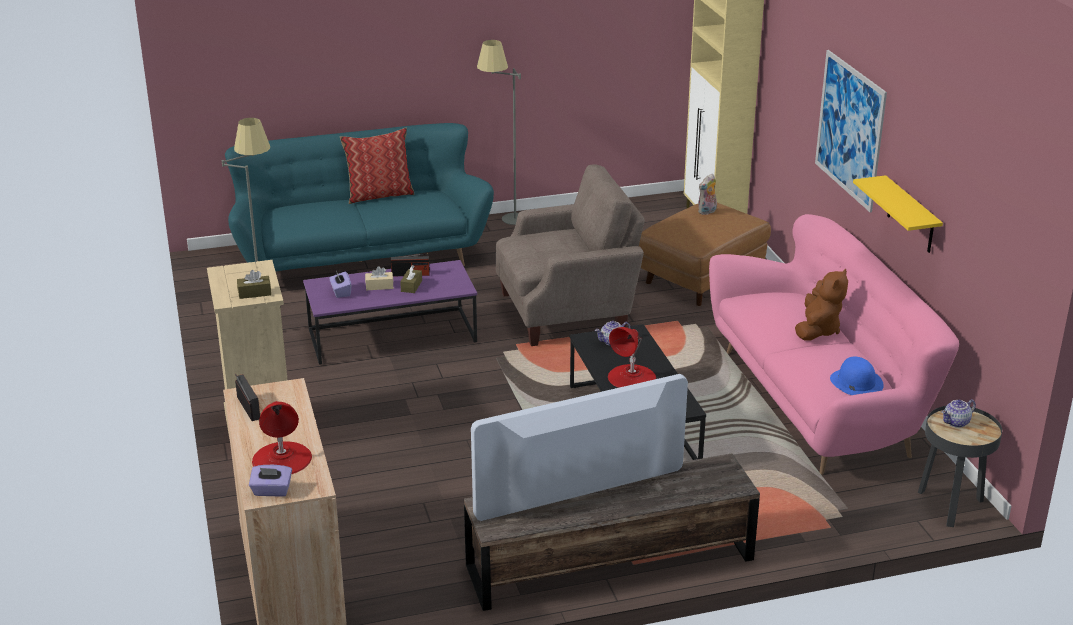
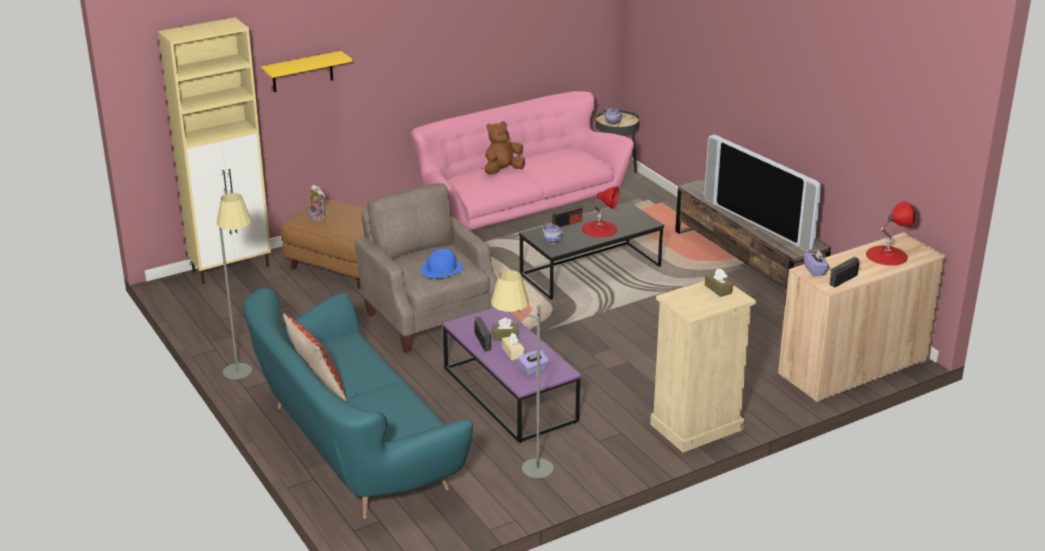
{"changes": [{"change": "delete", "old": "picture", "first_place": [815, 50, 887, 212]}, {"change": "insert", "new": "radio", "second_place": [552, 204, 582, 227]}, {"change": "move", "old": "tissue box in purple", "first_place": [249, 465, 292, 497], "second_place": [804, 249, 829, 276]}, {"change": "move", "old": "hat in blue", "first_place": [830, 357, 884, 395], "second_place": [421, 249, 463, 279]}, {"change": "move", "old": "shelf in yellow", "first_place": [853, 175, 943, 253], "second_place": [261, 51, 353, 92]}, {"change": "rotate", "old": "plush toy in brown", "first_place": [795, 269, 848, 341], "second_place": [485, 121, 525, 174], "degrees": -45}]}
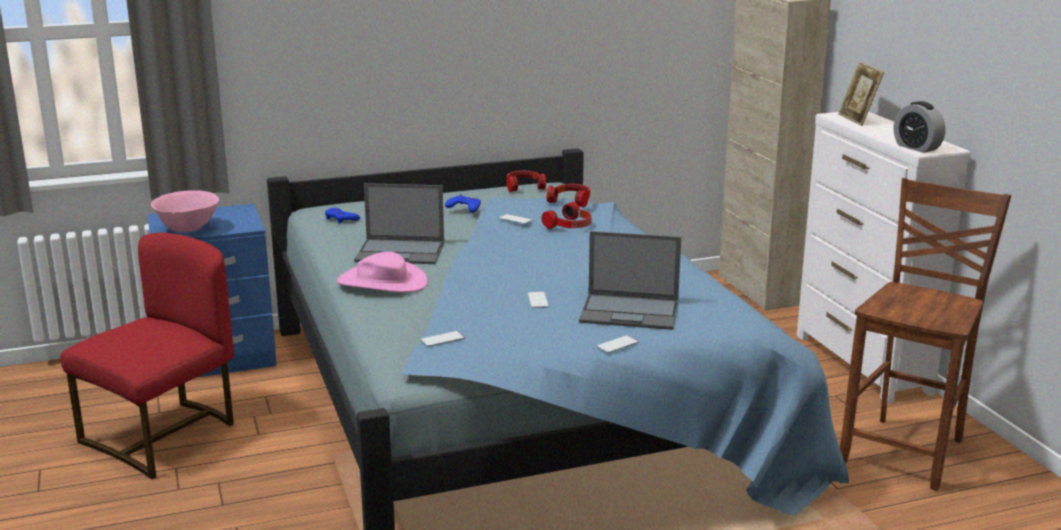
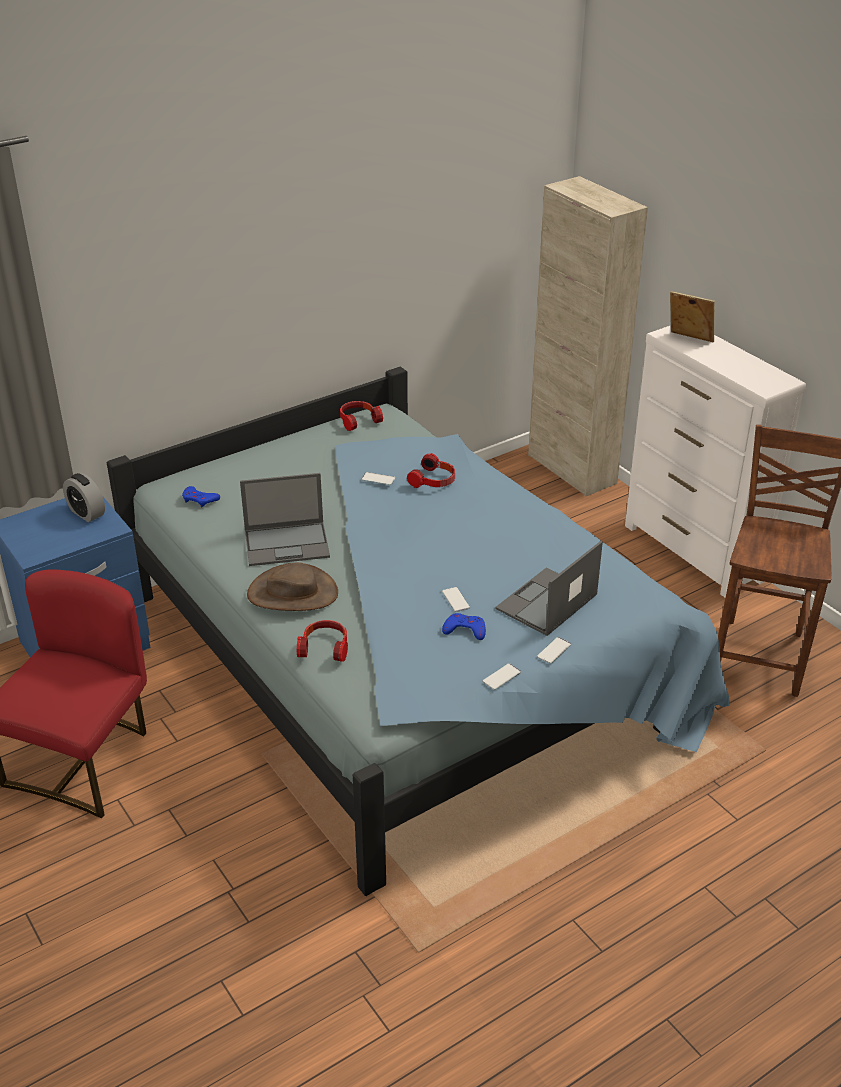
{"changes": [{"change": "delete", "old": "bowl in pink", "first_place": [151, 190, 219, 232]}, {"change": "move", "old": "phone", "first_place": [420, 331, 465, 347], "second_place": [482, 663, 521, 690]}, {"change": "move", "old": "game controller in blue", "first_place": [445, 195, 481, 212], "second_place": [442, 613, 486, 640]}, {"change": "move", "old": "headphones", "first_place": [547, 184, 590, 208], "second_place": [297, 620, 348, 662]}, {"change": "move", "old": "alarm clock", "first_place": [894, 101, 945, 153], "second_place": [63, 473, 105, 522]}, {"change": "recolor", "old": "hat in pink", "new": "hat in brown", "first_place": [337, 252, 428, 292], "second_place": [247, 562, 338, 611]}, {"change": "rotate", "old": "laptop", "first_place": [579, 231, 681, 330], "second_place": [495, 541, 603, 636], "degrees": 135}, {"change": "rotate", "old": "picture frame", "first_place": [838, 62, 884, 126], "second_place": [670, 291, 715, 343], "degrees": 150}]}
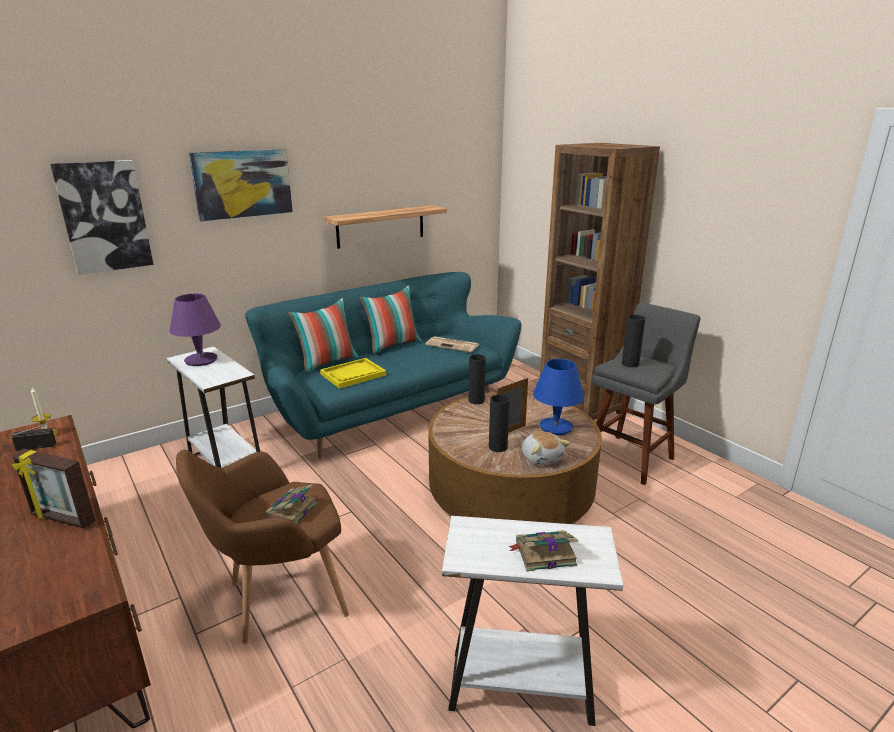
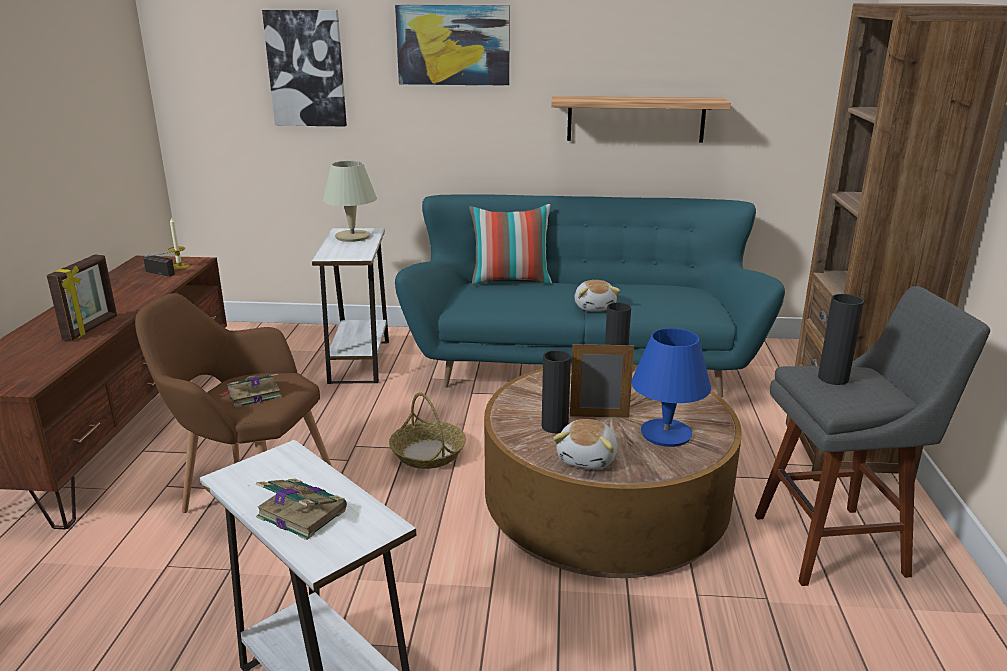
{"changes": [{"change": "delete", "old": "tray in yellow", "first_place": [320, 358, 386, 389]}, {"change": "delete", "old": "pillow", "first_place": [359, 286, 421, 354]}, {"change": "delete", "old": "newspaper", "first_place": [425, 336, 479, 352]}, {"change": "insert", "new": "basket", "second_place": [389, 393, 466, 469]}, {"change": "insert", "new": "plush toy", "second_place": [574, 280, 620, 311]}, {"change": "recolor", "old": "table lamp in purple", "new": "table lamp in beige", "first_place": [170, 294, 221, 366], "second_place": [323, 161, 377, 242]}, {"change": "rotate", "old": "picture frame", "first_place": [12, 449, 96, 529], "second_place": [47, 255, 117, 340], "degrees": -135}]}
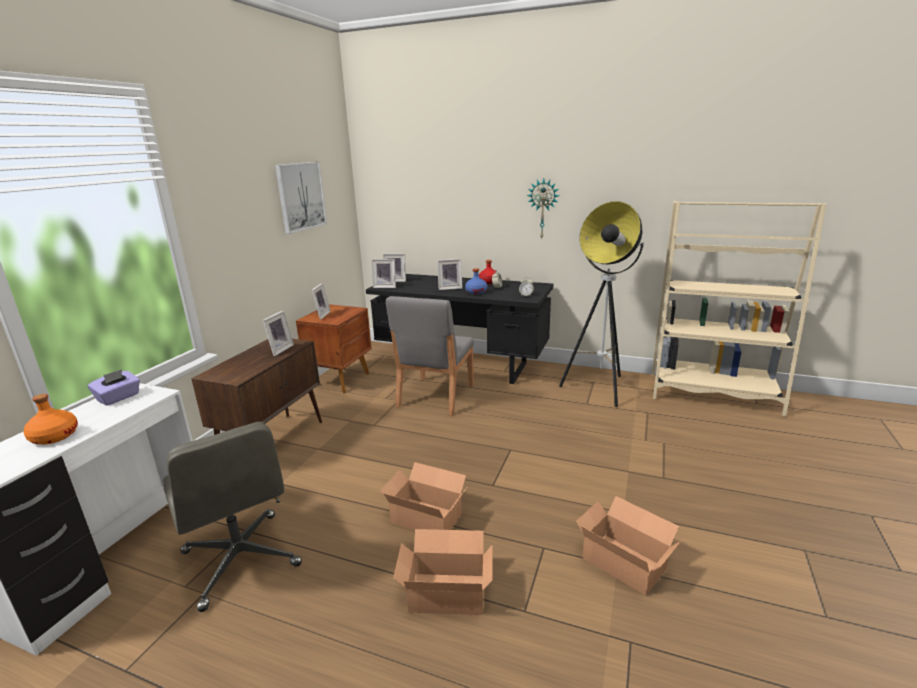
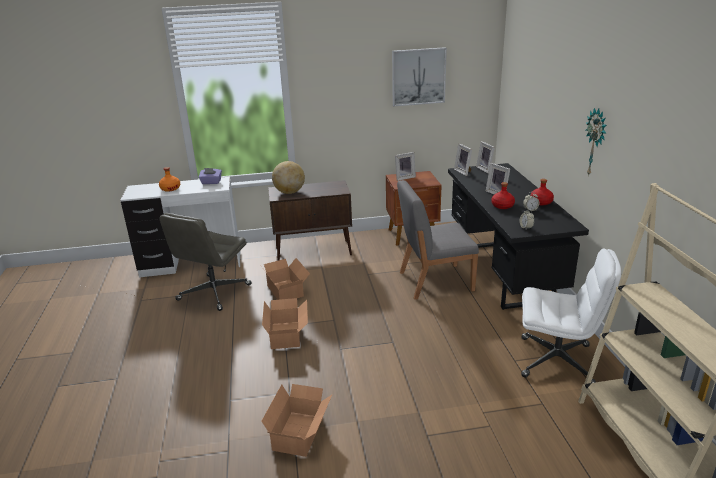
{"changes": [{"change": "delete", "old": "picture frame", "first_place": [262, 311, 294, 356]}, {"change": "insert", "new": "globe", "second_place": [272, 161, 305, 194]}, {"change": "move", "old": "cardboard box", "first_place": [393, 529, 493, 615], "second_place": [261, 258, 310, 300]}, {"change": "replace", "old": "floor lamp", "new": "office chair in white", "first_place": [559, 201, 644, 407], "second_place": [521, 248, 621, 383]}, {"change": "recolor", "old": "bottle in blue", "new": "bottle in red", "first_place": [465, 268, 487, 294], "second_place": [491, 182, 515, 209]}]}
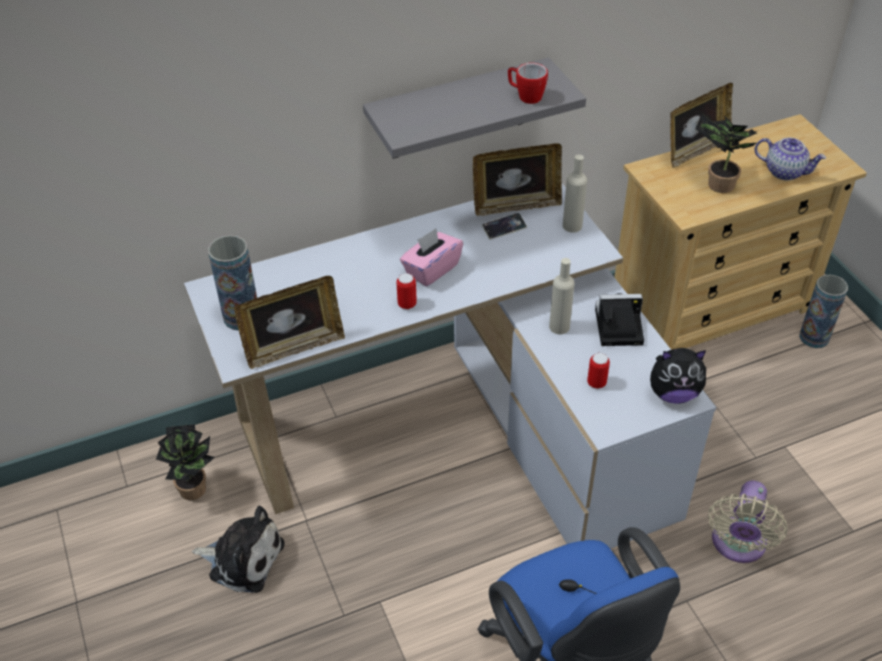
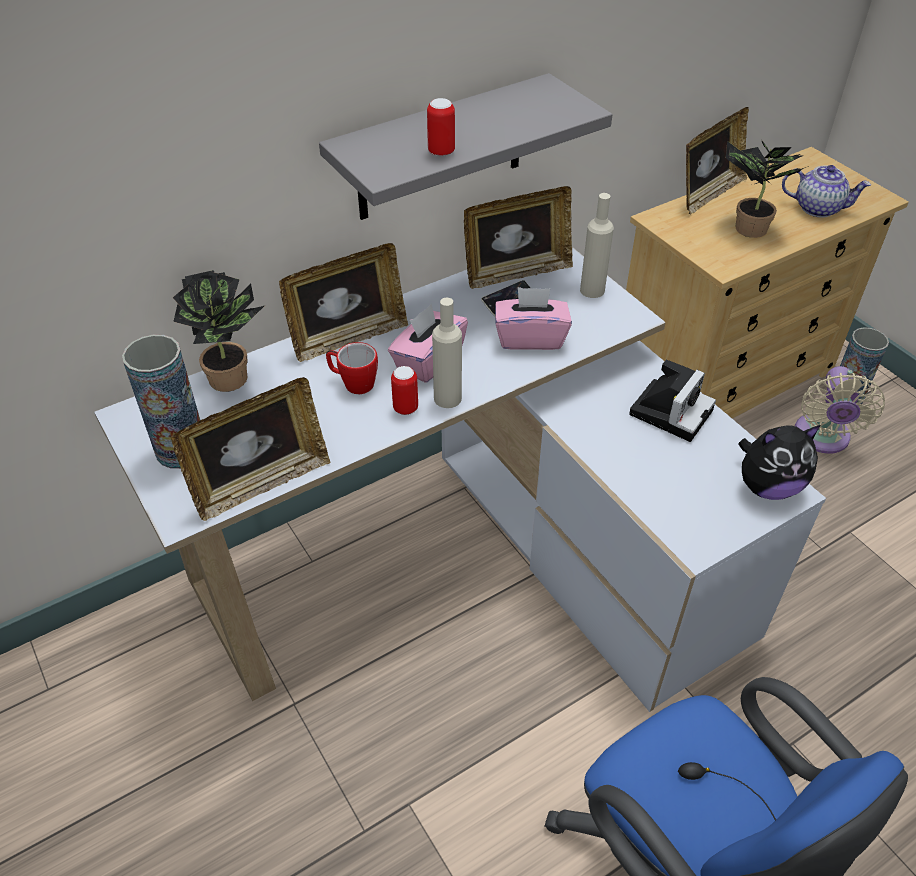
{"changes": [{"change": "delete", "old": "plush toy", "first_place": [192, 506, 285, 593]}, {"change": "insert", "new": "picture frame", "second_place": [279, 243, 408, 362]}, {"change": "insert", "new": "tissue box in pink", "second_place": [495, 287, 572, 350]}, {"change": "move", "old": "potted plant", "first_place": [156, 424, 215, 500], "second_place": [173, 270, 264, 392]}, {"change": "move", "old": "mug", "first_place": [508, 63, 548, 104], "second_place": [326, 342, 378, 394]}, {"change": "move", "old": "bottle in beige", "first_place": [549, 258, 575, 334], "second_place": [432, 298, 462, 408]}, {"change": "move", "old": "can", "first_place": [587, 353, 610, 389], "second_place": [427, 98, 455, 157]}, {"change": "move", "old": "fan in beige", "first_place": [708, 481, 787, 563], "second_place": [795, 366, 885, 454]}, {"change": "rotate", "old": "photo camera", "first_place": [595, 293, 644, 346], "second_place": [629, 359, 716, 442], "degrees": 135}]}
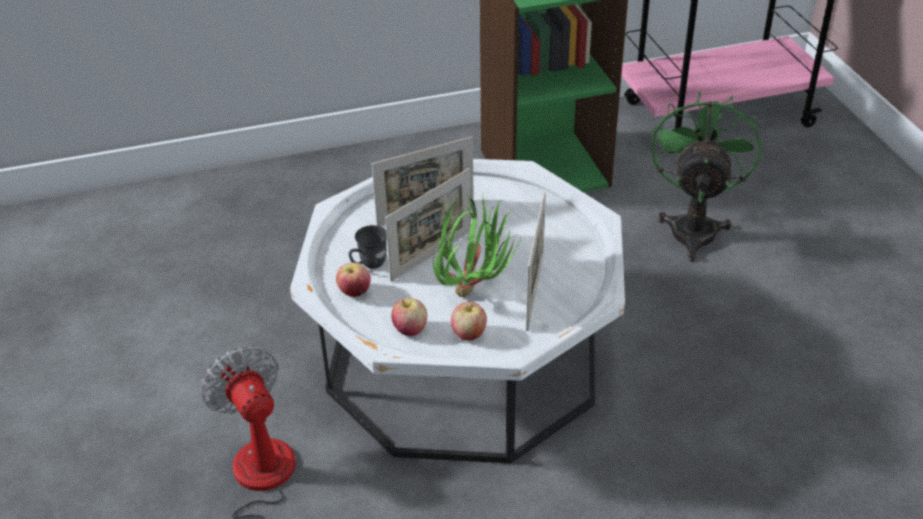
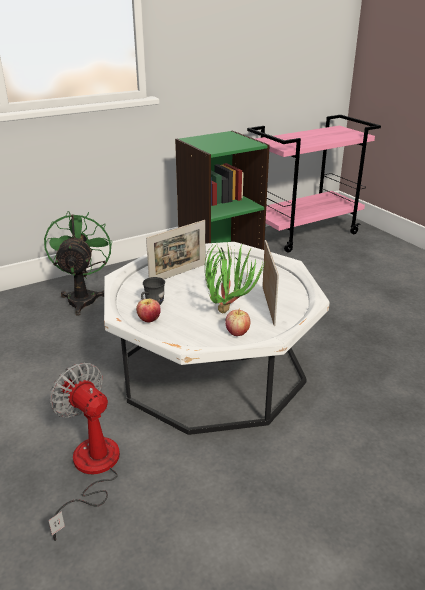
{"changes": [{"change": "delete", "old": "picture frame", "first_place": [385, 168, 471, 282]}, {"change": "delete", "old": "apple", "first_place": [391, 298, 427, 336]}, {"change": "move", "old": "fan in green", "first_place": [651, 91, 761, 262], "second_place": [44, 211, 112, 316]}]}
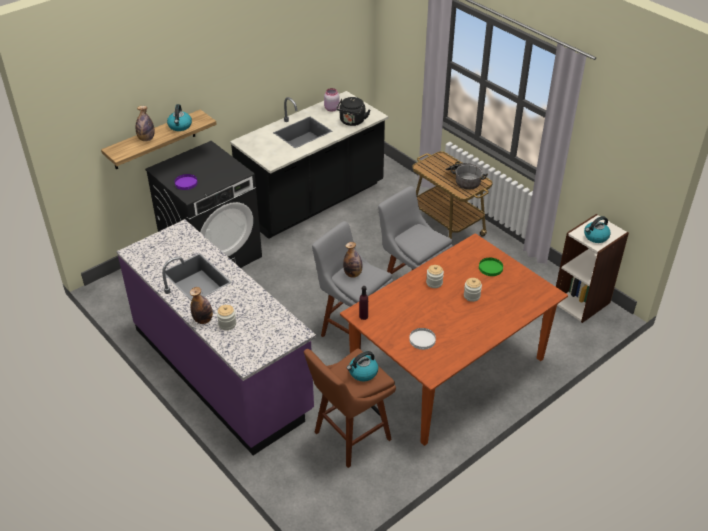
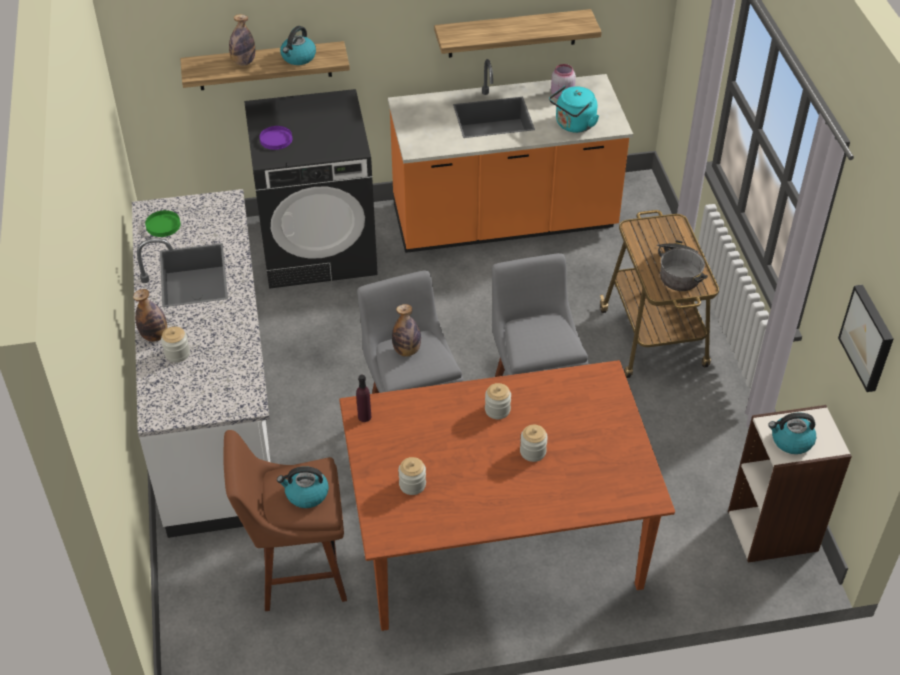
{"changes": [{"change": "insert", "new": "shelf", "second_place": [434, 9, 602, 58]}, {"change": "insert", "new": "picture", "second_place": [838, 285, 894, 392]}, {"change": "move", "old": "plate in green", "first_place": [479, 258, 503, 276], "second_place": [145, 210, 181, 237]}, {"change": "replace", "old": "plate in white", "new": "jar", "first_place": [409, 328, 436, 350], "second_place": [398, 457, 426, 495]}, {"change": "recolor", "old": "counter in purple", "new": "counter in white", "first_place": [117, 219, 316, 455], "second_place": [132, 189, 270, 538]}, {"change": "recolor", "old": "counter in black", "new": "counter in orange", "first_place": [230, 91, 388, 239], "second_place": [388, 59, 633, 253]}, {"change": "recolor", "old": "kettle in black", "new": "kettle in turquoise", "first_place": [337, 97, 370, 126], "second_place": [549, 86, 599, 133]}]}
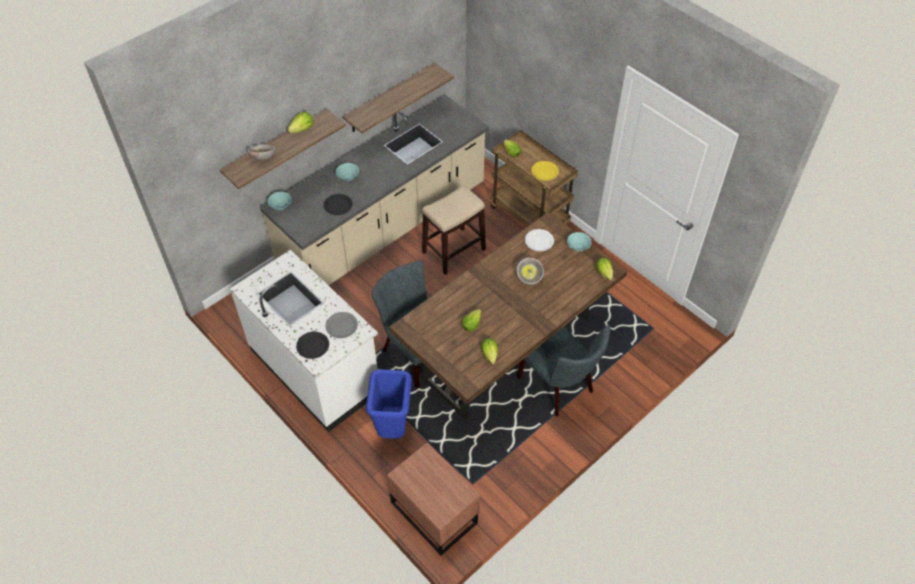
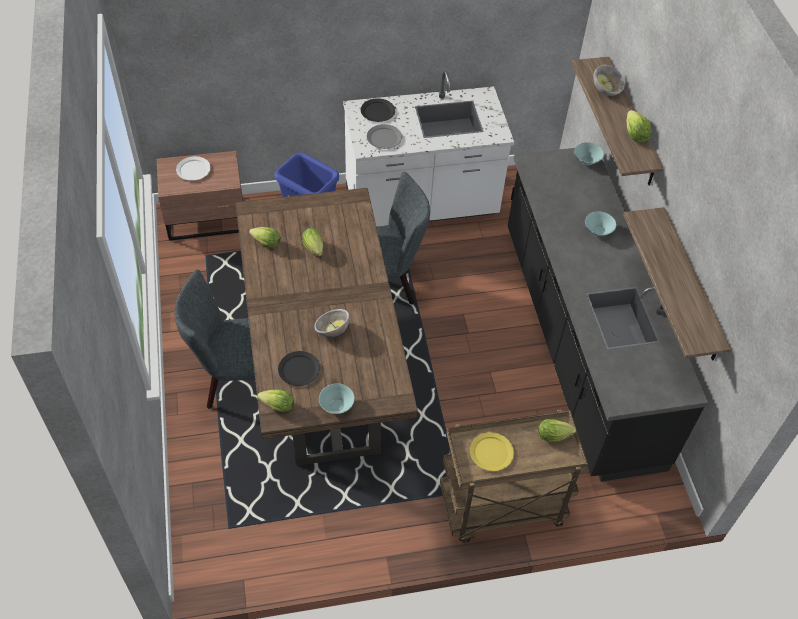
{"changes": [{"change": "delete", "old": "stool", "first_place": [422, 185, 486, 275]}, {"change": "move", "old": "plate in black", "first_place": [324, 194, 353, 215], "second_place": [278, 351, 320, 386]}, {"change": "move", "old": "plate in white", "first_place": [525, 229, 554, 251], "second_place": [176, 156, 211, 181]}, {"change": "recolor", "old": "counter in beige", "new": "counter in black", "first_place": [260, 95, 489, 285], "second_place": [508, 148, 708, 482]}]}
